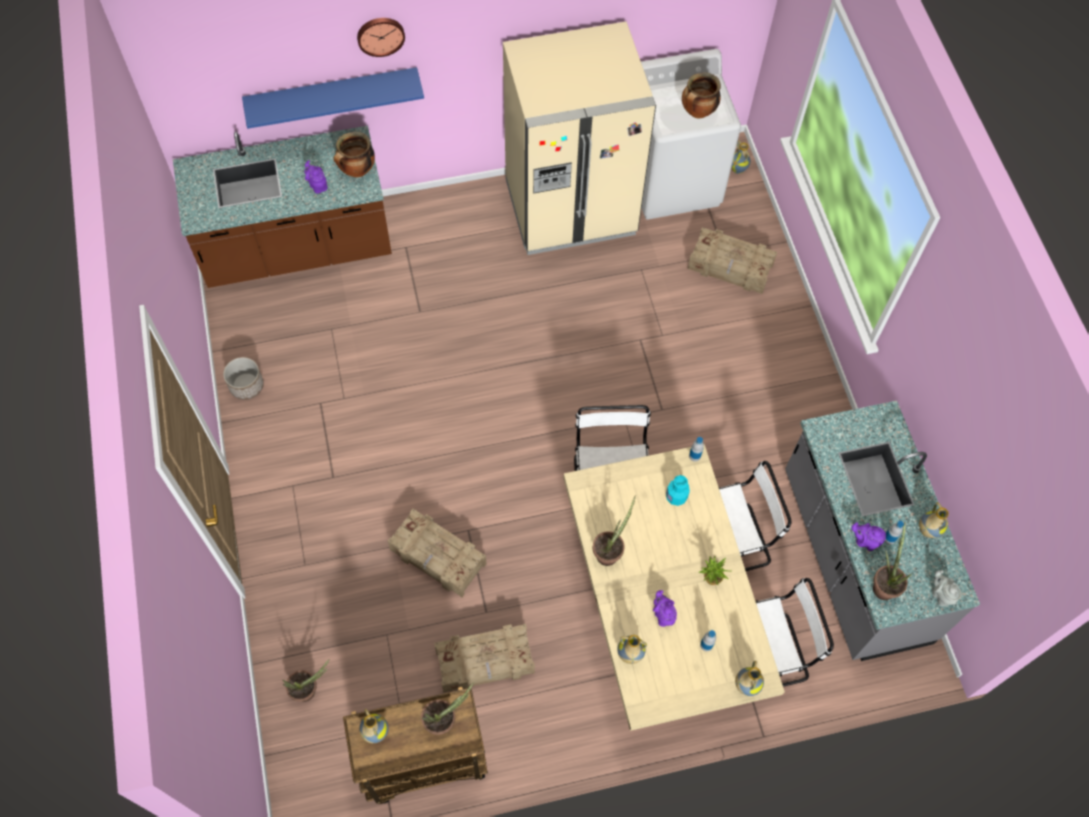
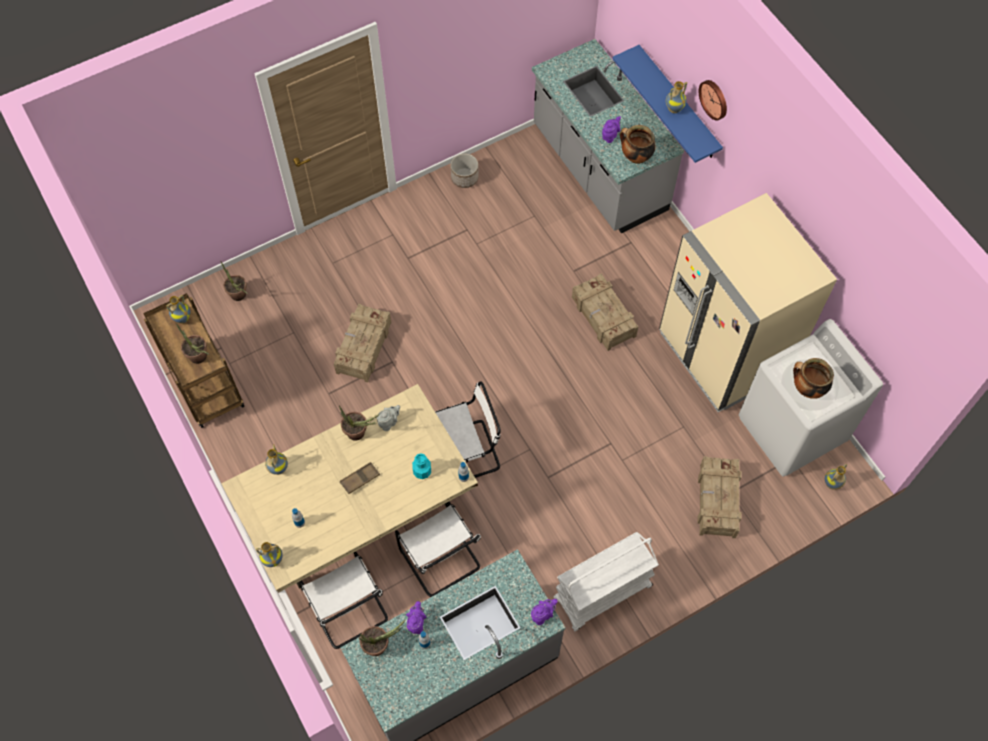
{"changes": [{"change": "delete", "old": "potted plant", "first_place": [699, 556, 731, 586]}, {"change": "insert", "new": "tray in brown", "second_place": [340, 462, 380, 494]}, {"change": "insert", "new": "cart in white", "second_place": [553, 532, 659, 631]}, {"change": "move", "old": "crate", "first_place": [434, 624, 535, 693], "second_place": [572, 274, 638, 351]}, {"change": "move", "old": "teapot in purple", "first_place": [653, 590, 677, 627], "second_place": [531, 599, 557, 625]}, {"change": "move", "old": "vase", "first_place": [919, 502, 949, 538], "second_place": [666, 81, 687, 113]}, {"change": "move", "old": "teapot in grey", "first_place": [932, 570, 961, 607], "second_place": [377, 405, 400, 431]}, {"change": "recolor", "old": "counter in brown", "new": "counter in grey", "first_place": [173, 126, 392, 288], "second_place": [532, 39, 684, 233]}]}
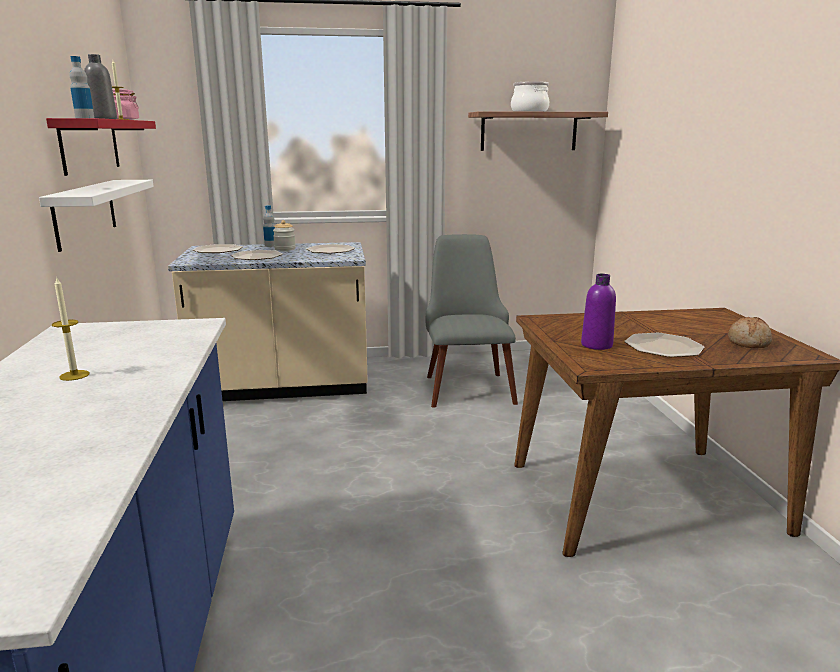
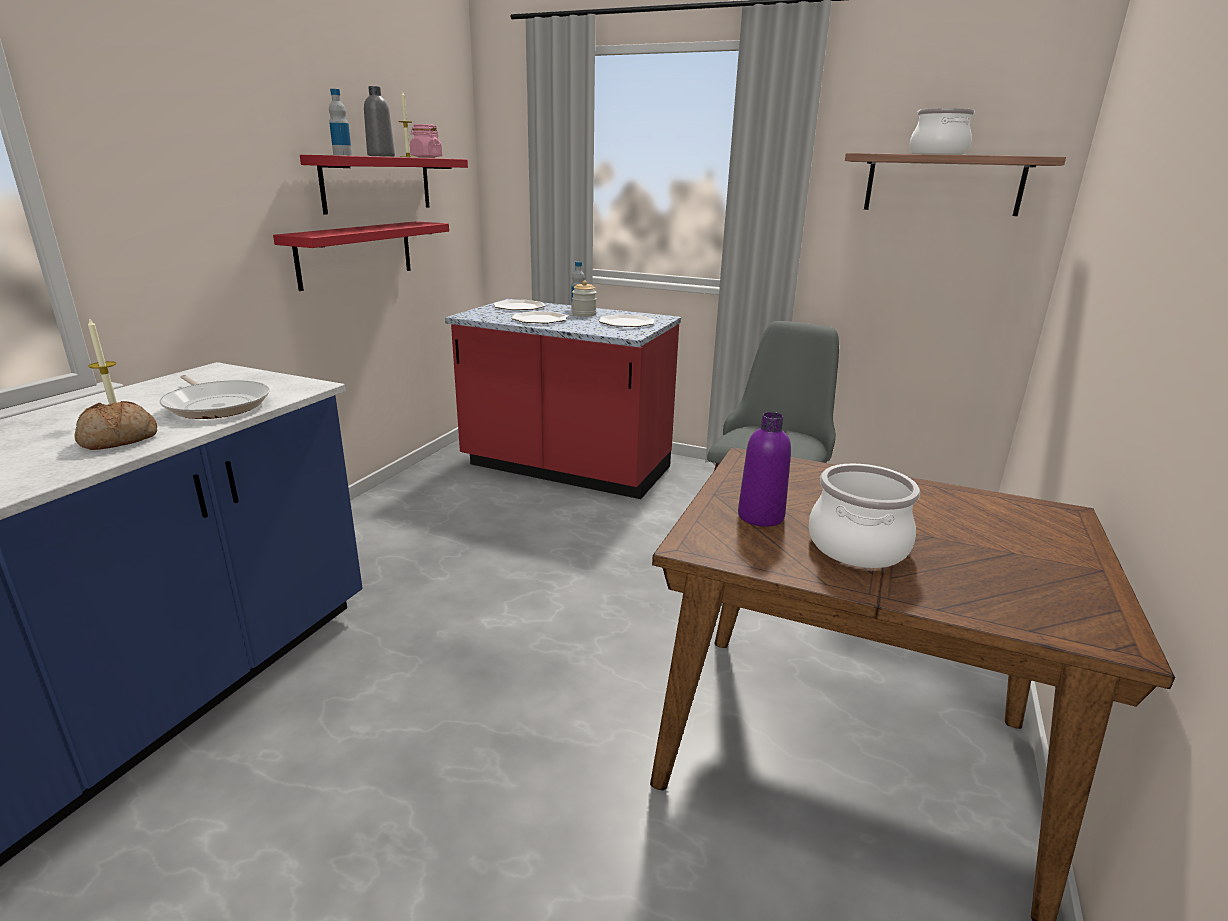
{"changes": [{"change": "insert", "new": "frying pan", "second_place": [160, 375, 270, 419]}, {"change": "move", "old": "bread", "first_place": [728, 317, 772, 348], "second_place": [75, 401, 157, 450]}, {"change": "replace", "old": "plate", "new": "cooking pot", "first_place": [625, 333, 705, 357], "second_place": [809, 464, 920, 568]}, {"change": "recolor", "old": "shelf in white", "new": "shelf in red", "first_place": [39, 180, 154, 252], "second_place": [273, 221, 449, 291]}, {"change": "recolor", "old": "counter in beige", "new": "counter in red", "first_place": [168, 242, 368, 401], "second_place": [445, 299, 681, 499]}]}
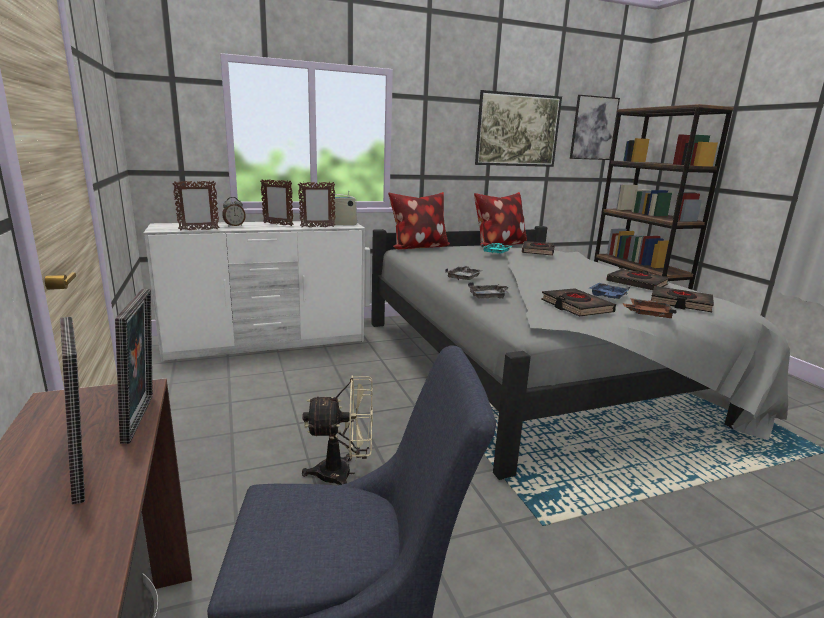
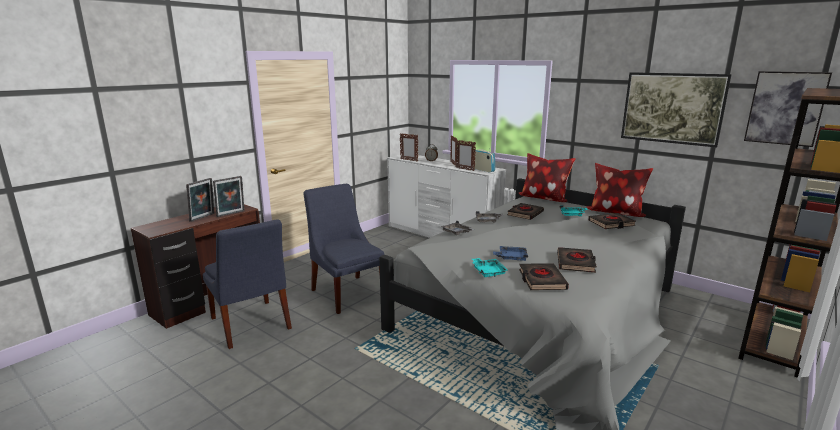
{"changes": [{"change": "move", "old": "book in black", "first_place": [541, 288, 616, 317], "second_place": [507, 203, 544, 220]}, {"change": "replace", "old": "fan in beige", "new": "chair in blue", "first_place": [302, 375, 373, 485], "second_place": [303, 184, 384, 314]}, {"change": "recolor", "old": "tray in brown", "new": "tray in turquoise", "first_place": [623, 298, 677, 318], "second_place": [472, 258, 509, 277]}]}
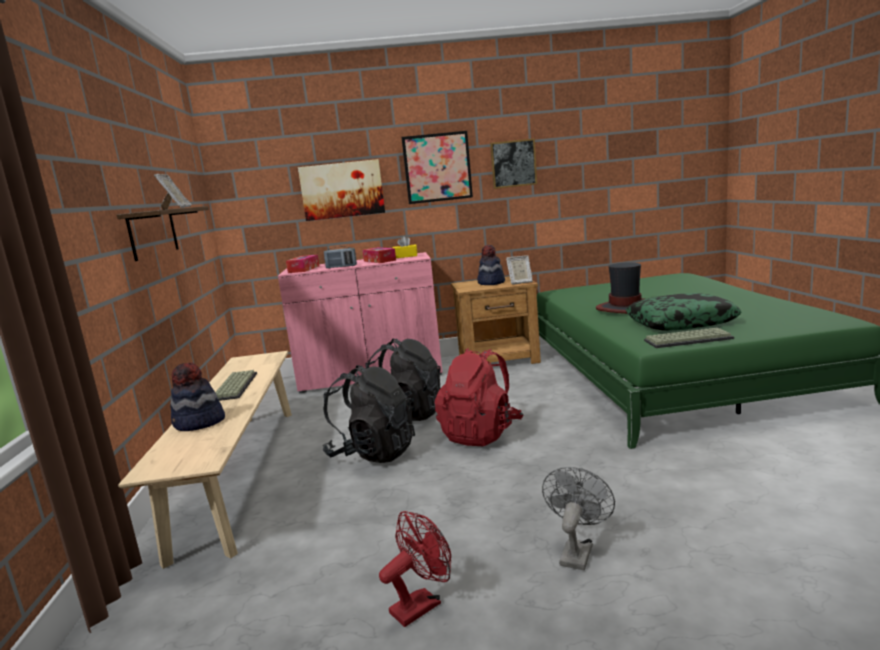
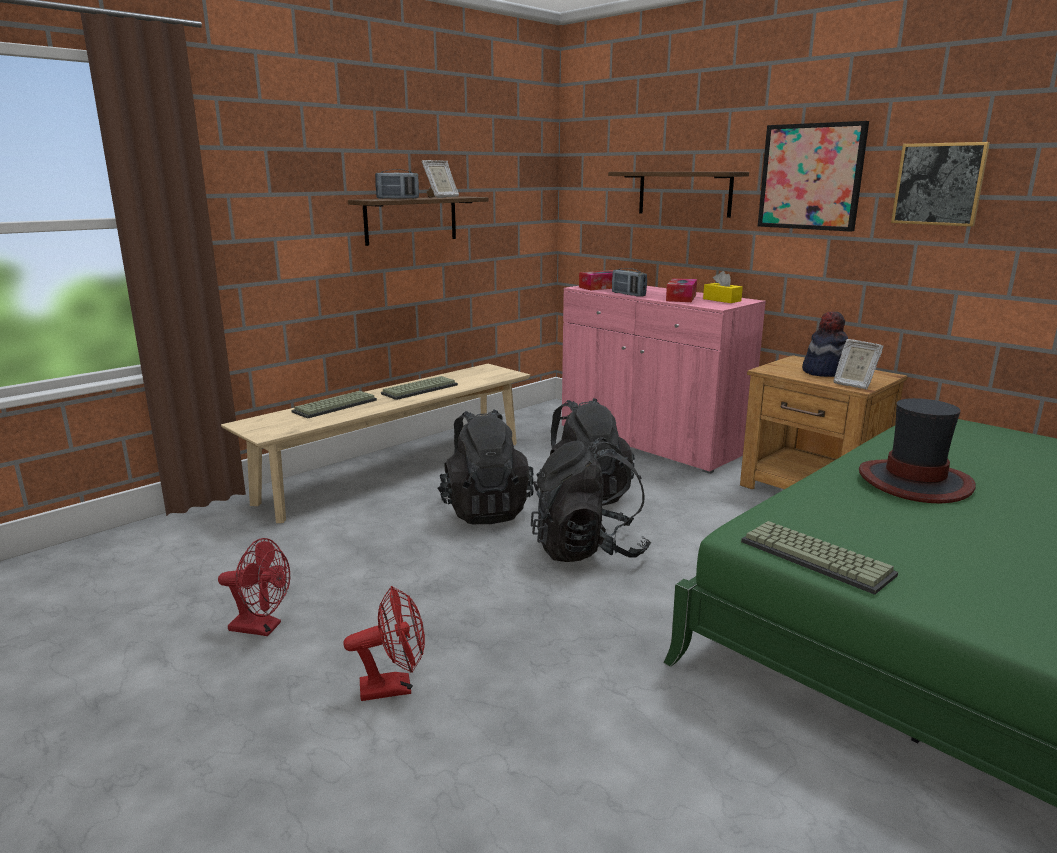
{"changes": [{"change": "delete", "old": "pillow", "first_place": [626, 293, 742, 331]}, {"change": "insert", "new": "radio", "second_place": [375, 169, 419, 199]}, {"change": "replace", "old": "hat", "new": "keyboard", "first_place": [170, 363, 225, 431], "second_place": [291, 391, 377, 419]}, {"change": "replace", "old": "picture", "new": "shelf", "first_place": [298, 159, 385, 221], "second_place": [608, 172, 749, 218]}, {"change": "recolor", "old": "backpack in red", "new": "backpack in black", "first_place": [435, 348, 523, 446], "second_place": [531, 438, 651, 562]}, {"change": "recolor", "old": "fan in grey", "new": "fan in red", "first_place": [542, 467, 615, 570], "second_place": [343, 586, 425, 701]}]}
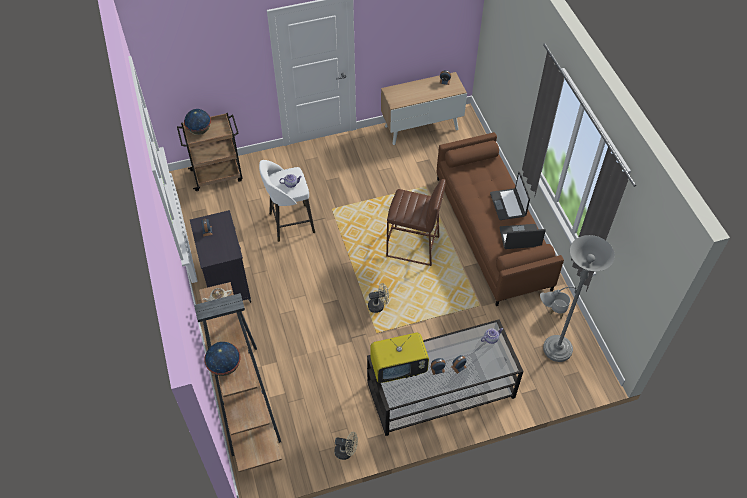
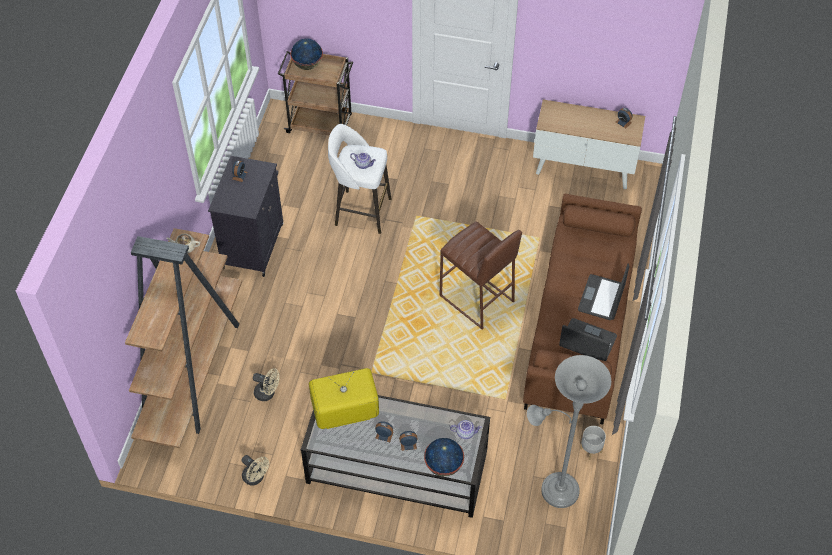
{"changes": [{"change": "move", "old": "globe", "first_place": [204, 342, 240, 376], "second_place": [424, 438, 464, 477]}, {"change": "move", "old": "fan in beige", "first_place": [368, 283, 389, 313], "second_place": [253, 368, 279, 401]}, {"change": "rotate", "old": "television", "first_place": [370, 333, 429, 383], "second_place": [309, 368, 379, 429], "degrees": 150}]}
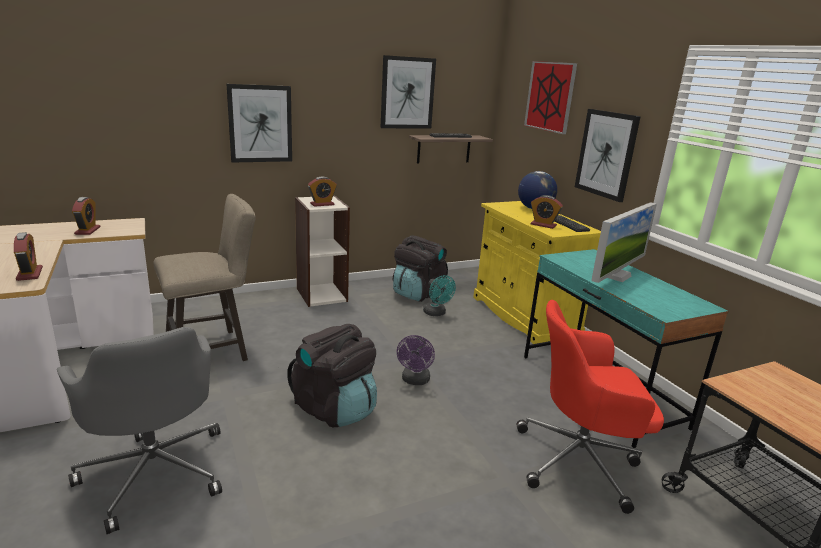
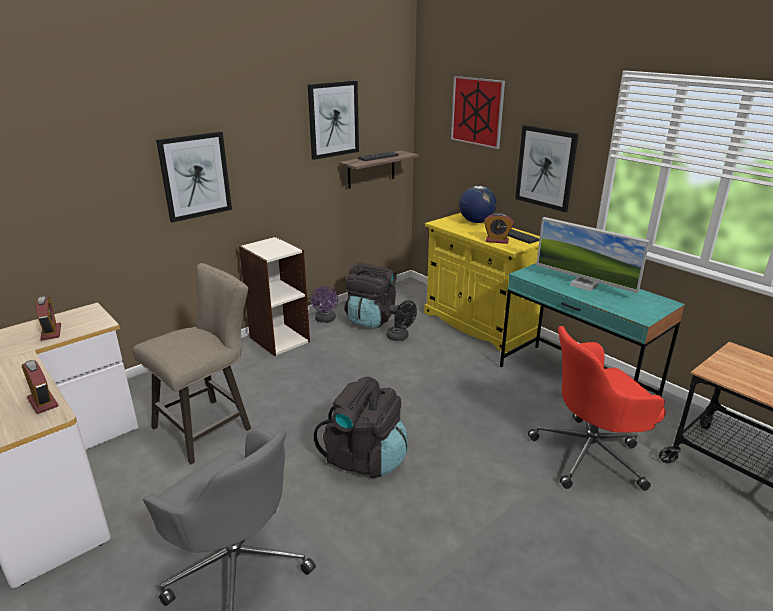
{"changes": [{"change": "delete", "old": "alarm clock", "first_place": [308, 177, 337, 207]}, {"change": "move", "old": "fan in purple", "first_place": [397, 335, 435, 385], "second_place": [310, 286, 338, 323]}, {"change": "recolor", "old": "fan in turquoise", "new": "fan in black", "first_place": [423, 275, 456, 316], "second_place": [386, 300, 417, 341]}, {"change": "rotate", "old": "monitor", "first_place": [591, 202, 657, 283], "second_place": [536, 217, 650, 293], "degrees": 105}]}
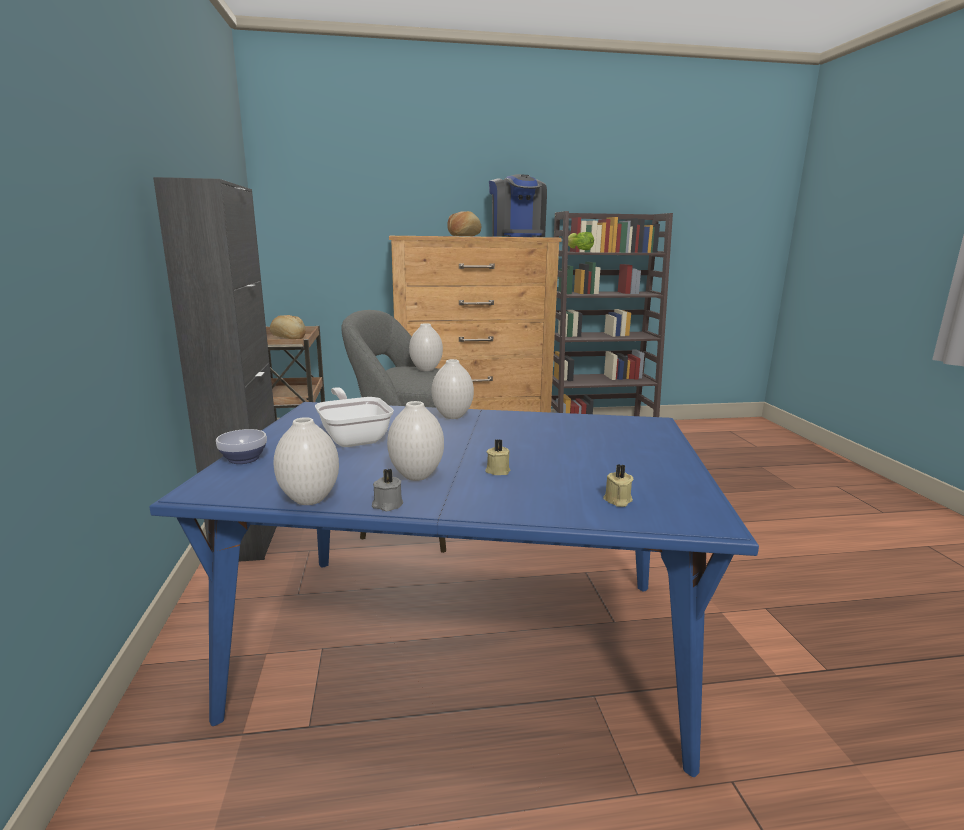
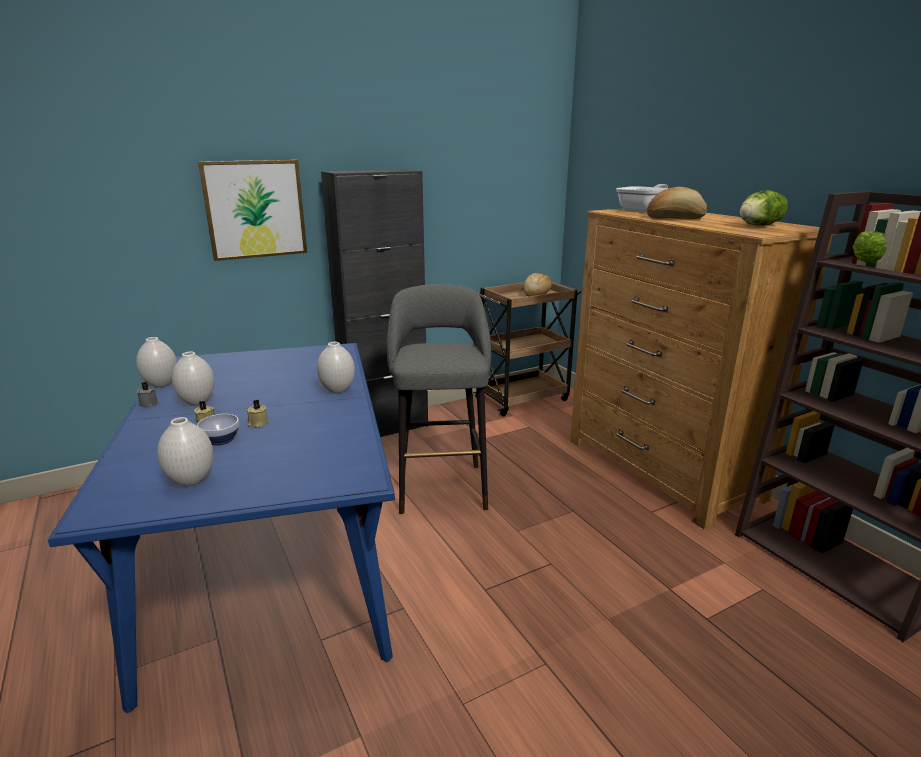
{"changes": [{"change": "insert", "new": "picture", "second_place": [198, 160, 307, 261]}, {"change": "move", "old": "bowl", "first_place": [216, 429, 267, 464], "second_place": [197, 414, 239, 445]}, {"change": "move", "old": "frying pan", "first_place": [315, 387, 394, 447], "second_place": [616, 184, 669, 213]}, {"change": "move", "old": "vase in white", "first_place": [409, 323, 443, 371], "second_place": [157, 417, 213, 487]}, {"change": "move", "old": "candle in beige", "first_place": [603, 464, 634, 507], "second_place": [247, 400, 269, 428]}, {"change": "replace", "old": "coffee machine", "new": "lettuce", "first_place": [489, 174, 547, 237], "second_place": [739, 190, 788, 226]}]}
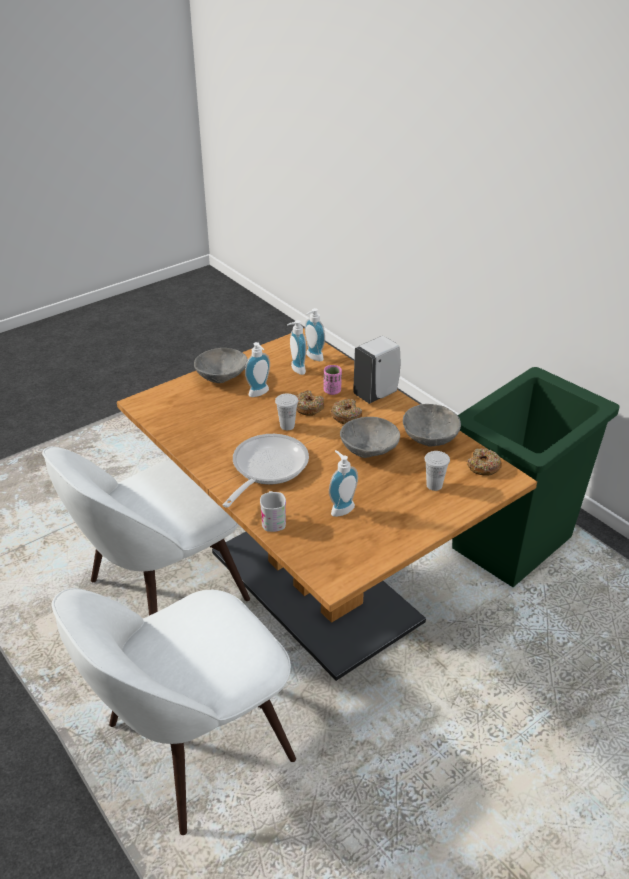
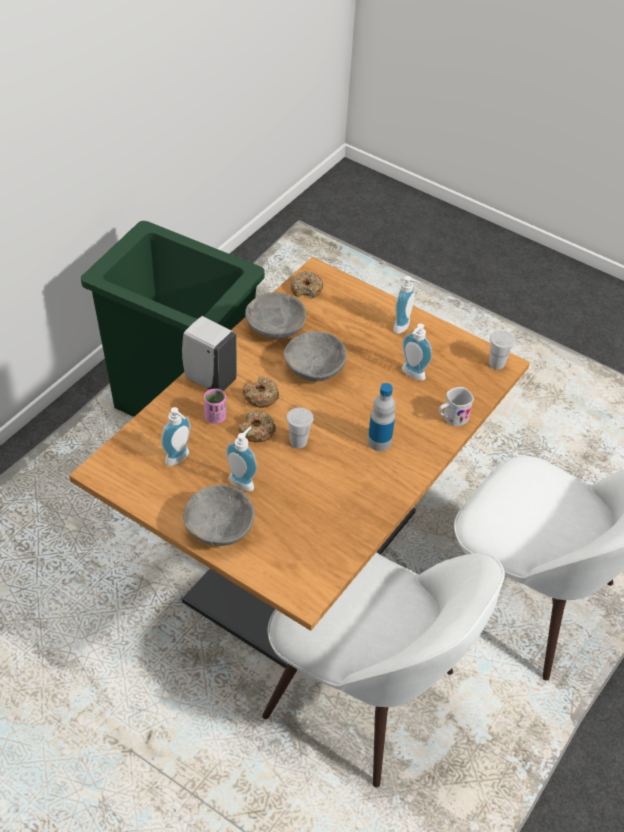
{"changes": [{"change": "move", "old": "soap dispenser", "first_place": [305, 308, 325, 361], "second_place": [394, 276, 421, 334]}, {"change": "move", "old": "cup in white", "first_place": [425, 451, 450, 491], "second_place": [489, 330, 515, 369]}, {"change": "replace", "old": "frying pan", "new": "bottle", "first_place": [223, 434, 309, 508], "second_place": [368, 383, 395, 451]}]}
